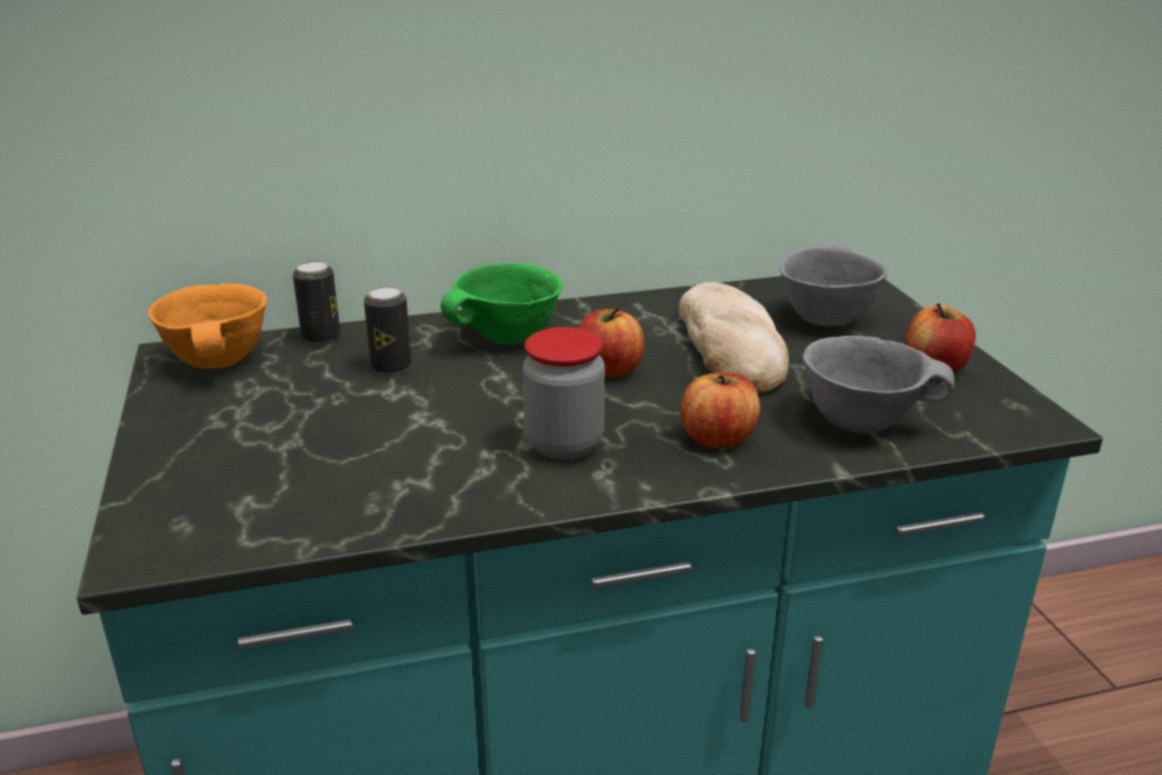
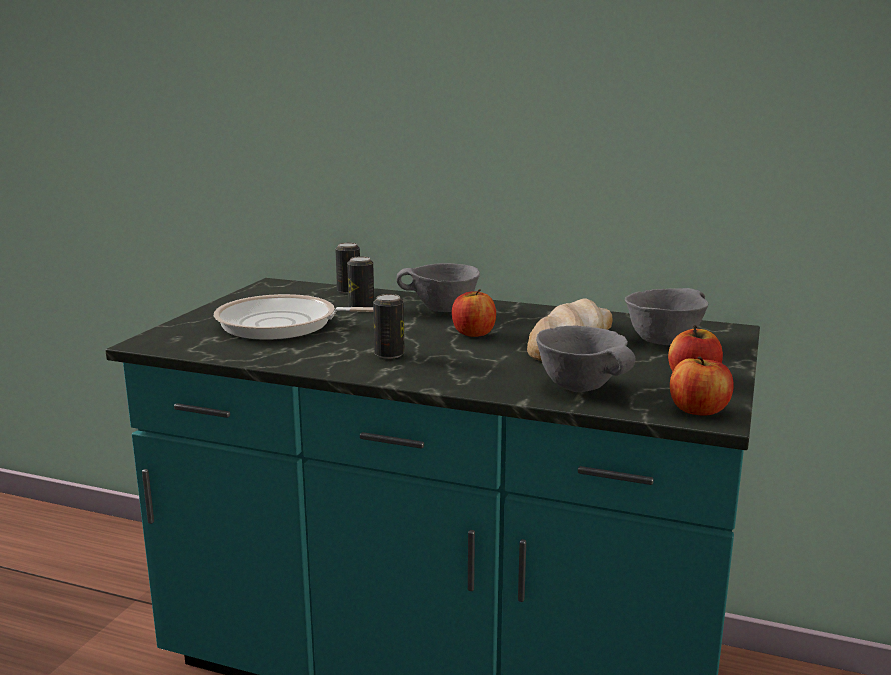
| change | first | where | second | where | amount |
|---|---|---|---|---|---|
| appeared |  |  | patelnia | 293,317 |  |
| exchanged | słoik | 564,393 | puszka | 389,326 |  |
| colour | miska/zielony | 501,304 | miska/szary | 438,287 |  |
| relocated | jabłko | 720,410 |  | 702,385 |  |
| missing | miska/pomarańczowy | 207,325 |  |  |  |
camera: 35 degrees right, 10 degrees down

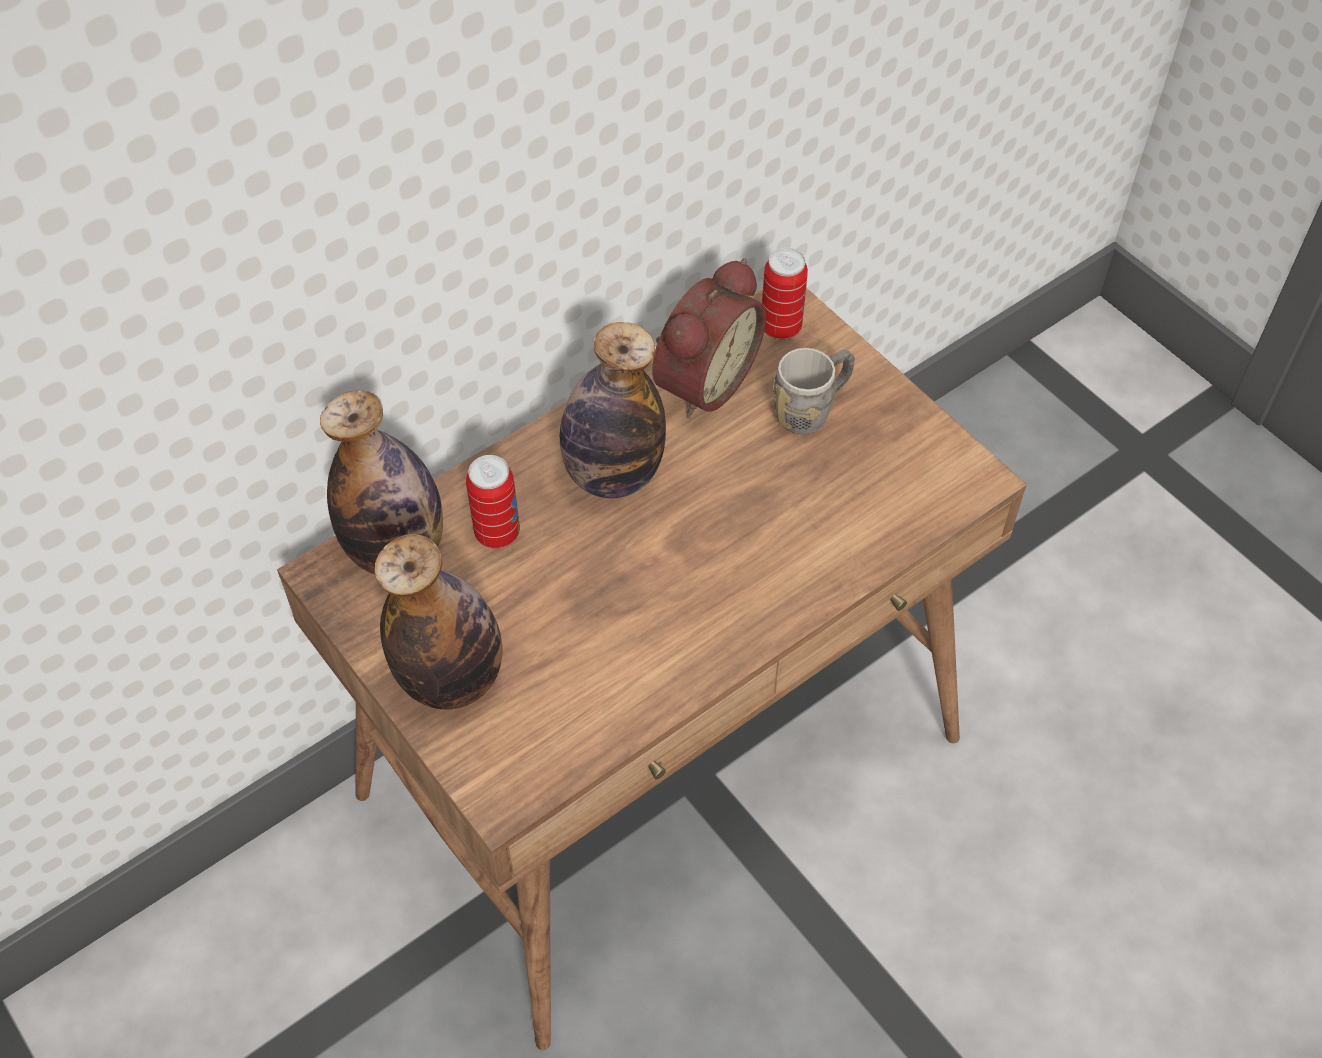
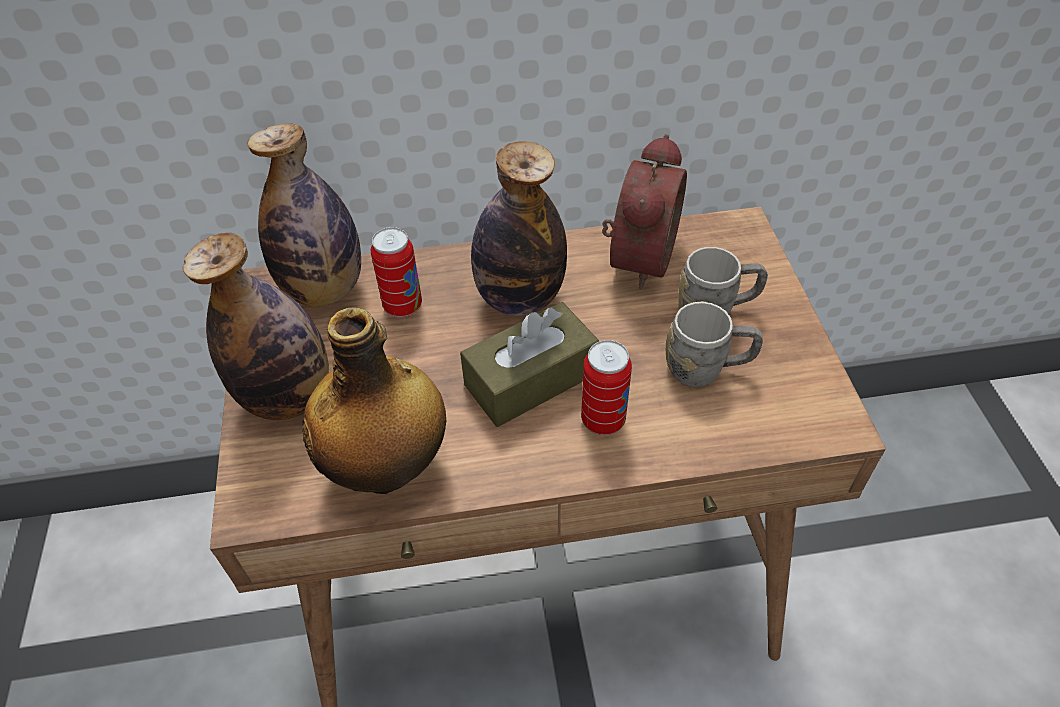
| change | first | where | second | where | amount |
|---|---|---|---|---|---|
| appeared |  |  | butelka | 374,401 |  |
| appeared |  |  | pudełko chusteczek/brązowy | 529,364 |  |
| relocated | puszka | 785,294 |  | 606,387 |  |
| spun | budzik | 709,338 |  | 644,211 | 45 degrees counterclockwise |
| appeared |  |  | kubek/szary | 714,344 |  |
camera: 30 degrees right, 5 degrees down

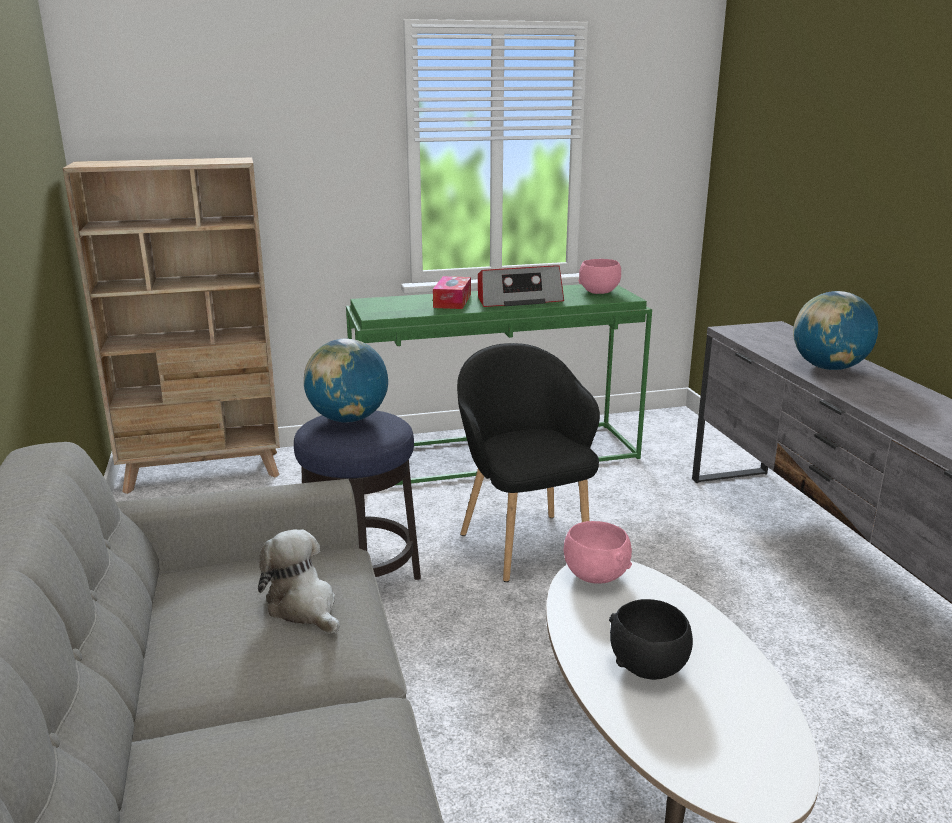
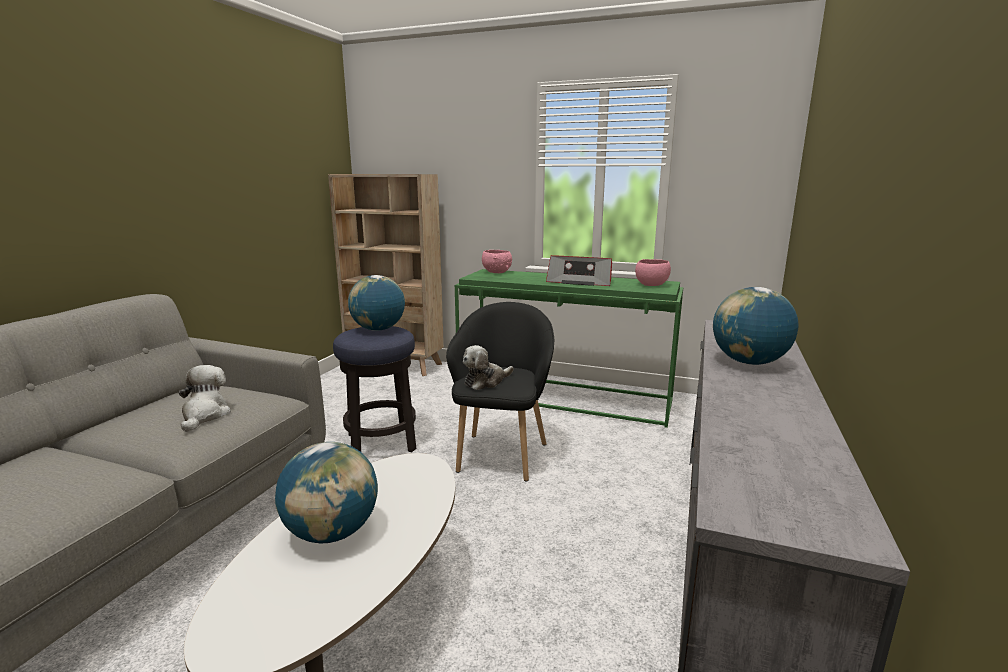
| change | first | where | second | where | amount |
|---|---|---|---|---|---|
| exchanged | miska/czarny | 651,639 | globus | 326,493 |  |
| appeared |  |  | pluszak | 488,367 |  |
| relocated | miska/różowy | 598,552 |  | 497,261 |  |
| missing | pudełko chusteczek | 452,292 |  |  |  |
camera: 35 degrees right, 5 degrees down

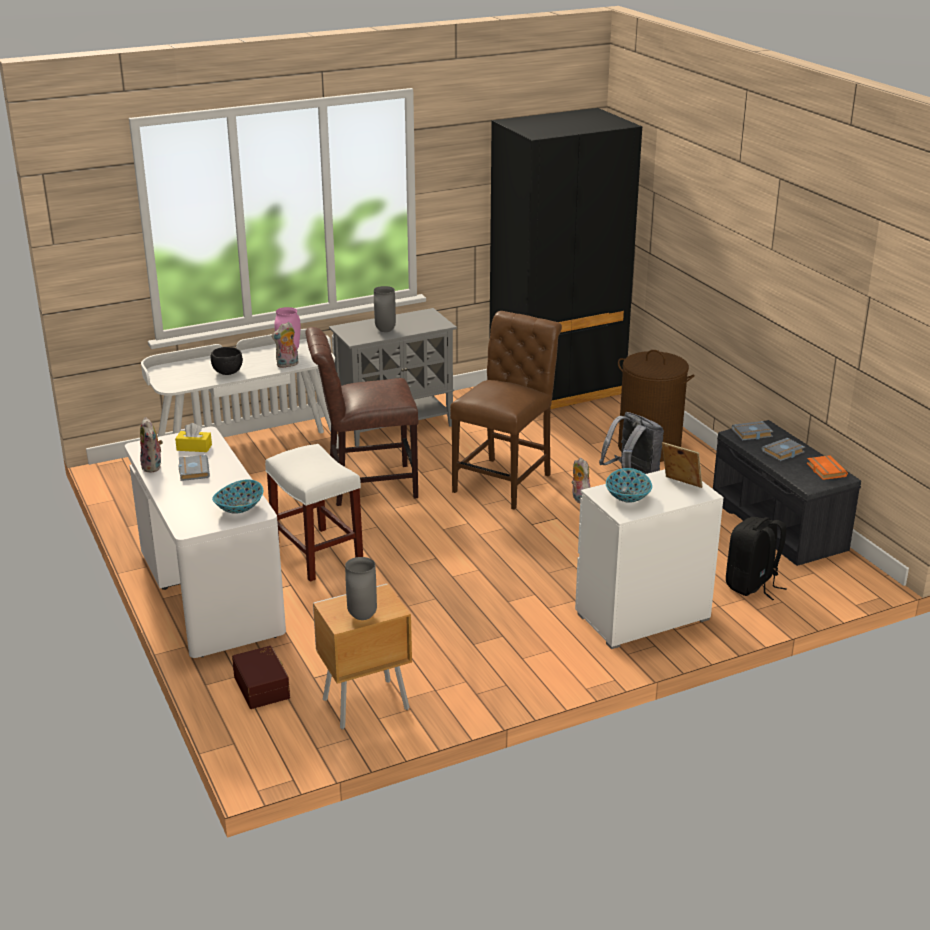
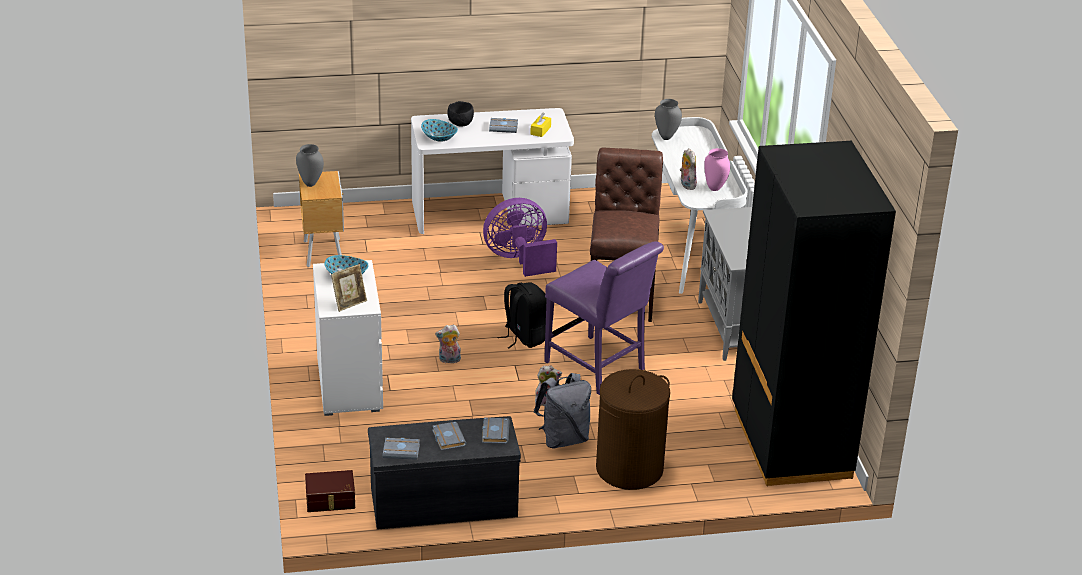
| change | first | where | second | where | amount |
|---|---|---|---|---|---|
| relocated | pojemnik do przechowywania/brązowy | 261,677 |  | 330,491 |  |
| colour | książka/pomarańczowy | 827,467 | książka/szary | 401,449 |  |
| relocated | pluszak | 151,445 |  | 448,344 |  |
| relocated | miska/czarny | 227,361 |  | 460,114 |  |
| exchanged | stołek/biały | 314,513 | wentylator/fioletowy | 520,237 |  |
| relocated | plecak/czarny | 756,558 |  | 522,315 |  |
| colour | krzesło/brązowy | 506,410 | krzesło/fioletowy | 604,318 |  |
| relocated | wazon/szary | 385,309 |  | 668,119 |  |
camera: 105 degrees right, 5 degrees up

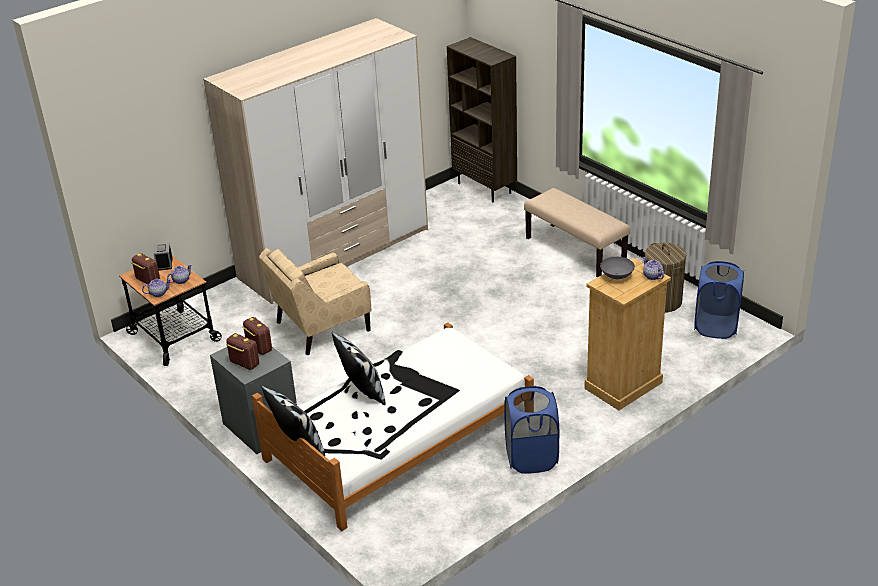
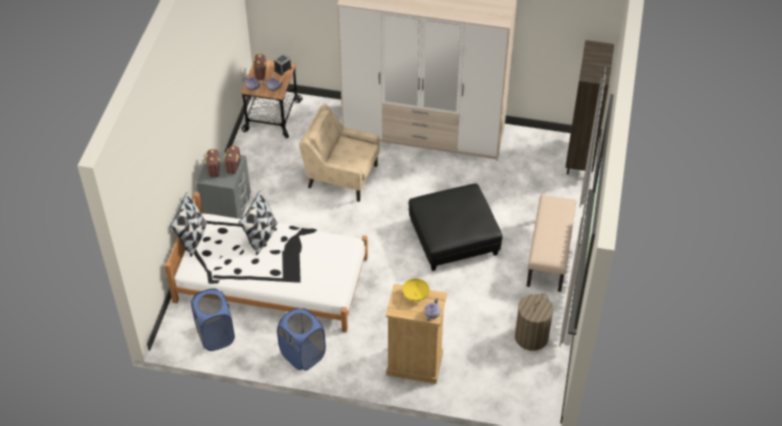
| change | first | where | second | where | amount |
|---|---|---|---|---|---|
| relocated | kosz na pranie/niebieski | 719,300 |  | 213,320 |  |
| colour | miska/szary | 617,268 | miska/żółty | 415,290 |  |
| appeared |  |  | pufa/czarny | 455,227 |  |
camera: 50 degrees right, 15 degrees up

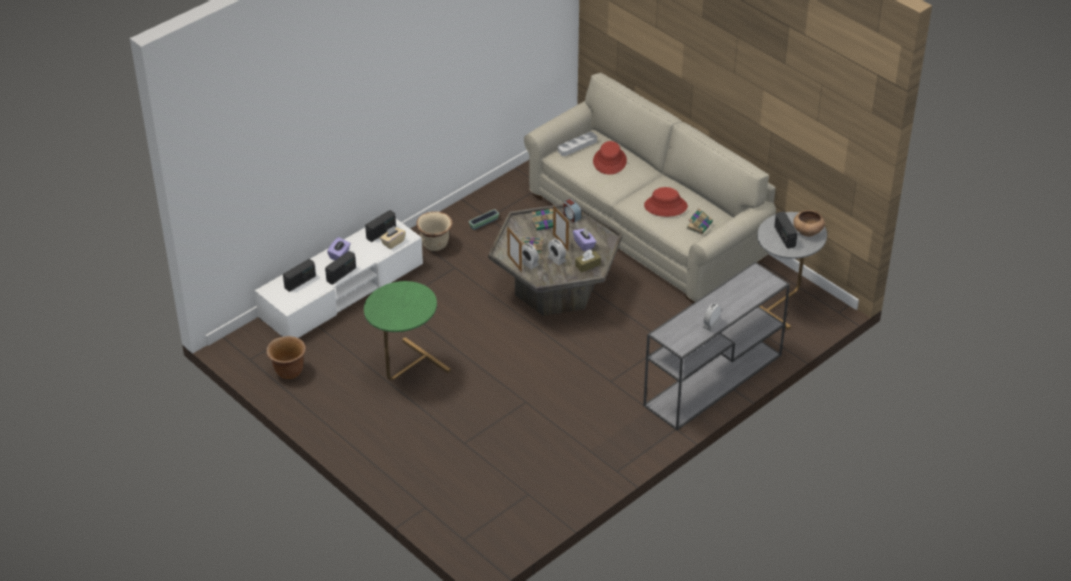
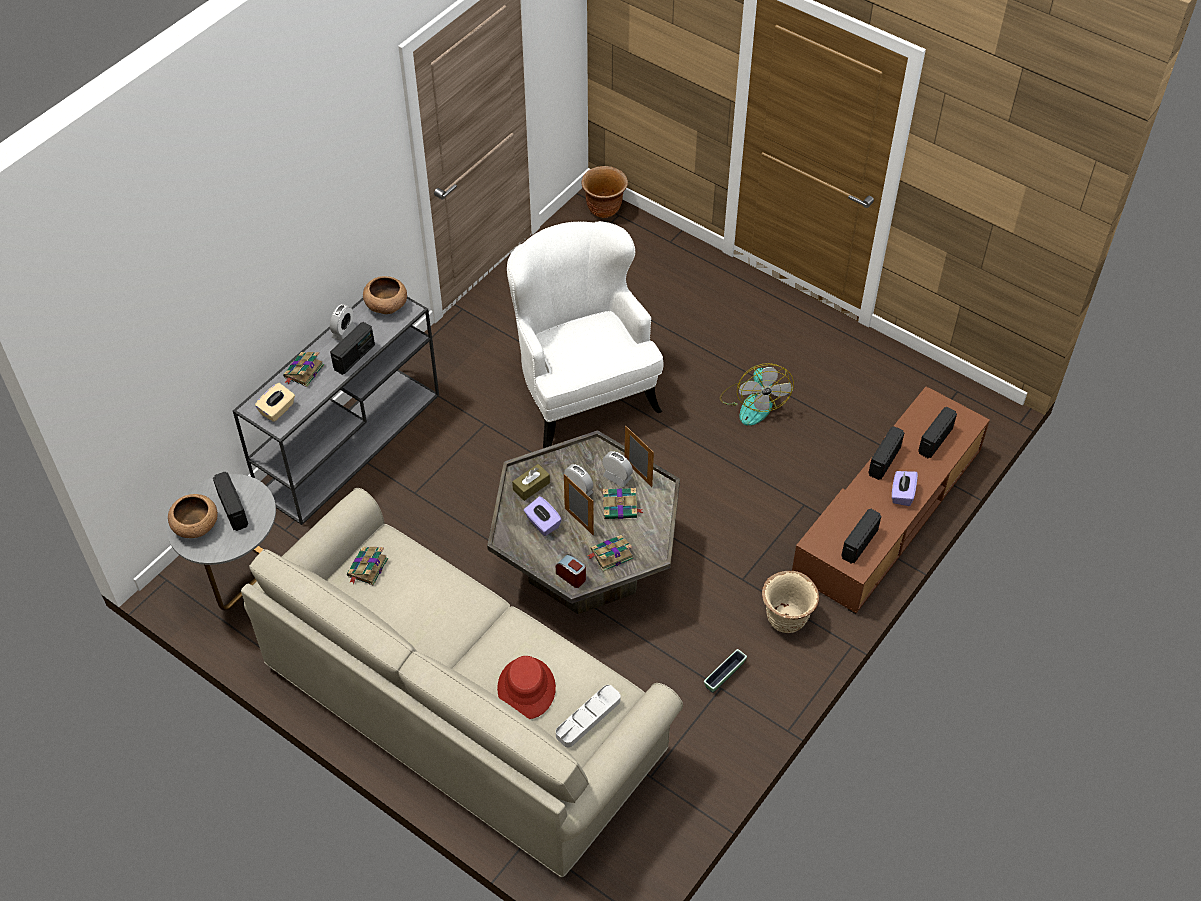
| change | first | where | second | where | amount |
|---|---|---|---|---|---|
| relocated | pudełko chusteczek/beżowy | 393,237 |  | 275,402 |  |
| appeared |  |  | książka | 303,369 |  |
| appeared |  |  | radio | 352,348 |  |
| appeared |  |  | miska/brązowy | 385,295 |  |
| appeared |  |  | fotel/biały | 585,334 |  |
| relocated | donica/brązowy | 286,357 |  | 605,192 |  |
| exchanged | stolik/zielony | 407,330 | wentylator | 757,394 |  |
| colour | szafka pod telewizor/biały | 339,278 | szafka pod telewizor/brązowy | 891,500 |  |
| missing | kapelusz/czerwony | 666,202 |  |  |  |
camera: 170 degrees right, 10 degrees up

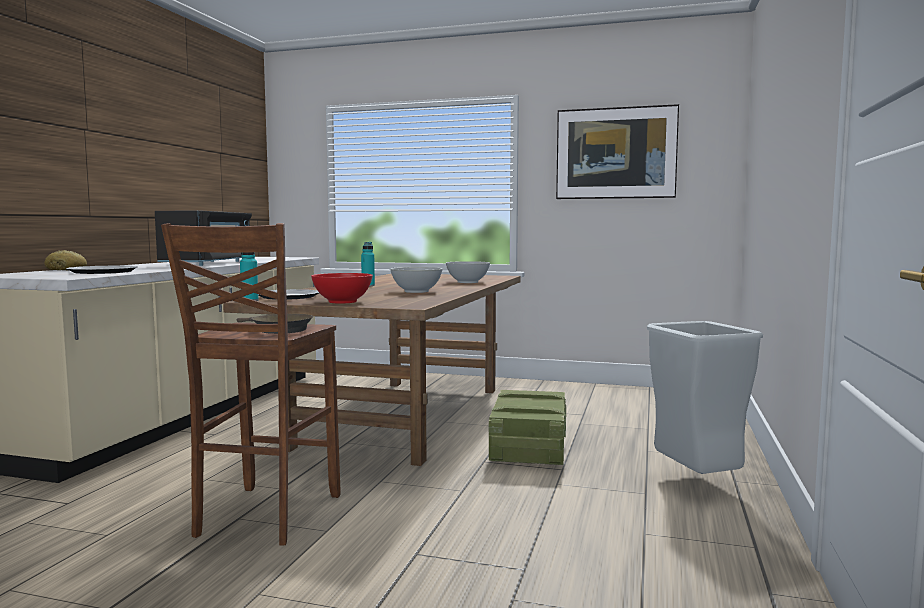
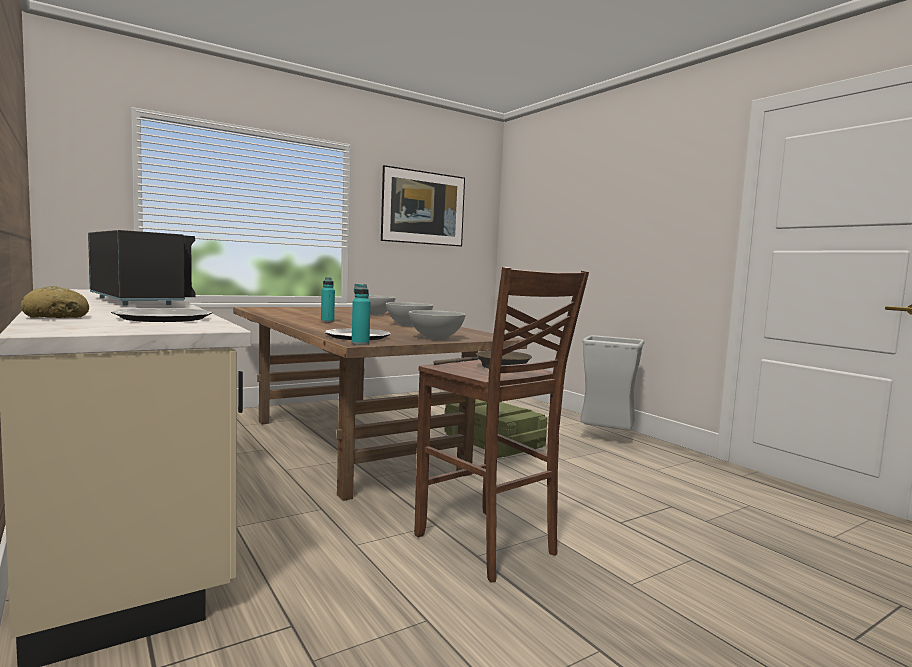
| change | first | where | second | where | amount |
|---|---|---|---|---|---|
| colour | miska/czerwony | 342,288 | miska/biały | 437,325 |  |
camera: 50 degrees left, 0 degrees up

